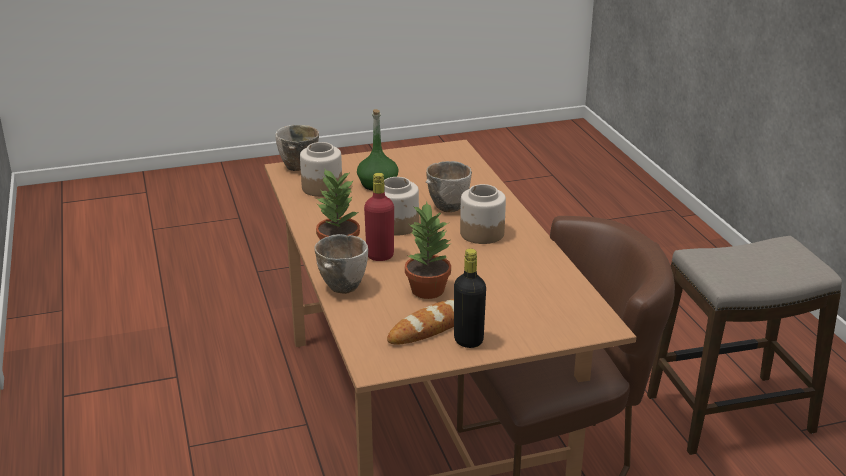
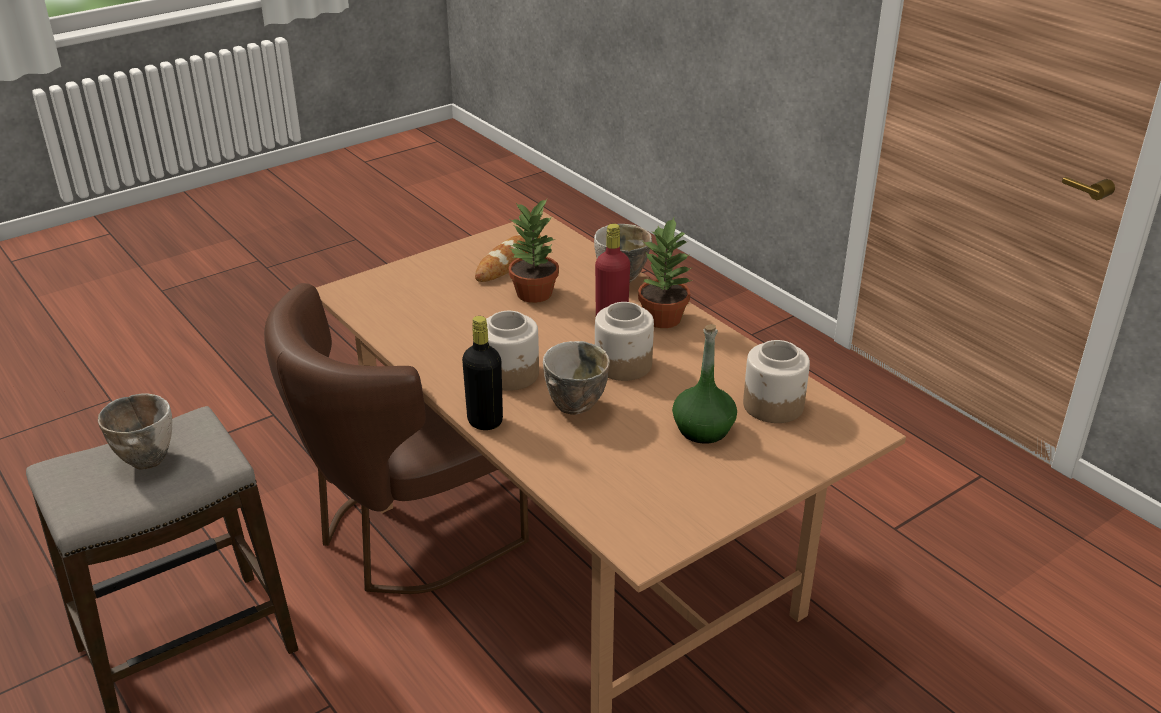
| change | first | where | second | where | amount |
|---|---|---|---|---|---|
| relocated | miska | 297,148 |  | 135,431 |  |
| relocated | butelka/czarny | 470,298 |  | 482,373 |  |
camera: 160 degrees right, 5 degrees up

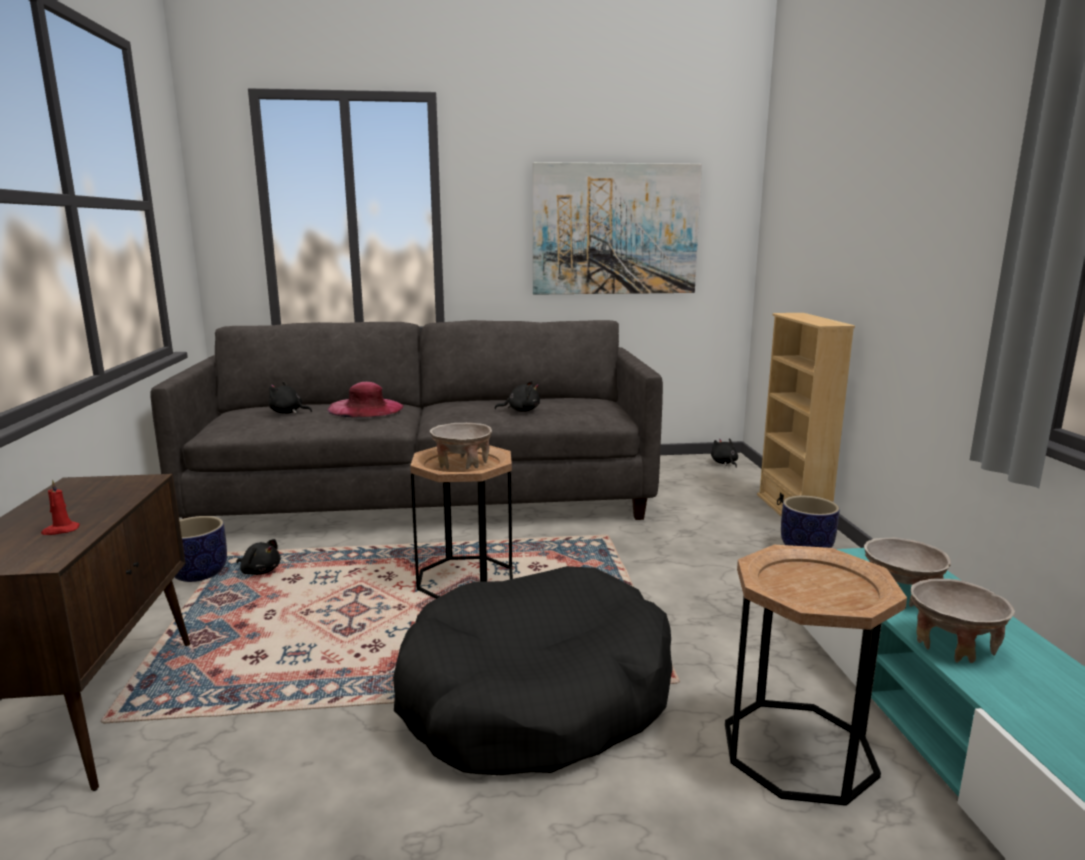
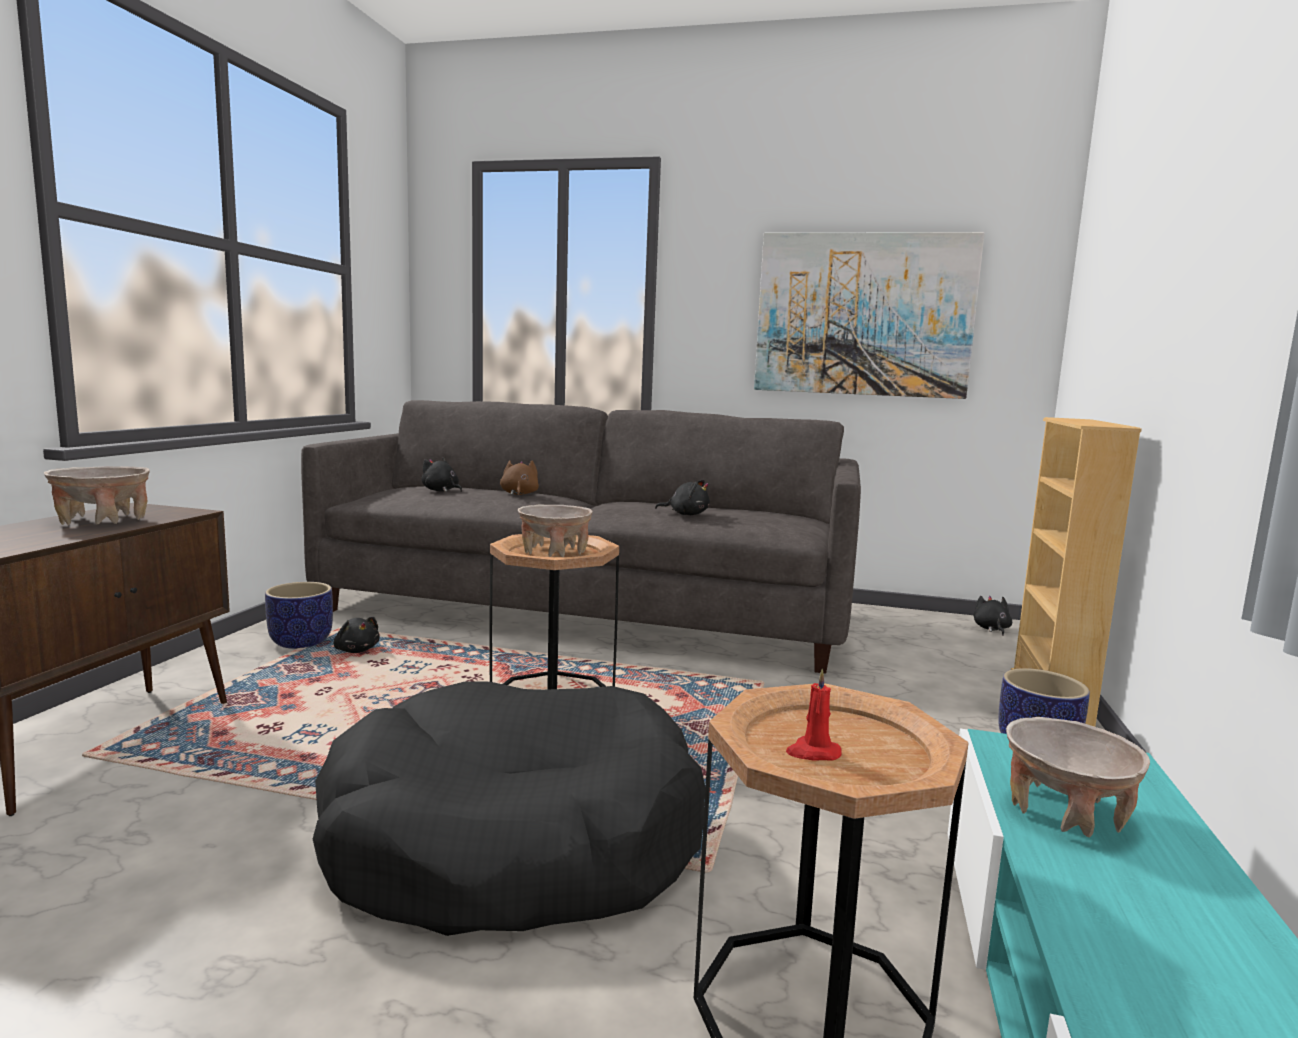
| change | first | where | second | where | amount |
|---|---|---|---|---|---|
| relocated | miska/beżowy | 963,621 |  | 97,495 |  |
| exchanged | kapelusz/różowy | 365,400 | pluszak/brązowy | 519,478 |  |
| relocated | świeca/czerwony | 60,507 |  | 814,715 |  |
camera: 20 degrees right, 5 degrees down

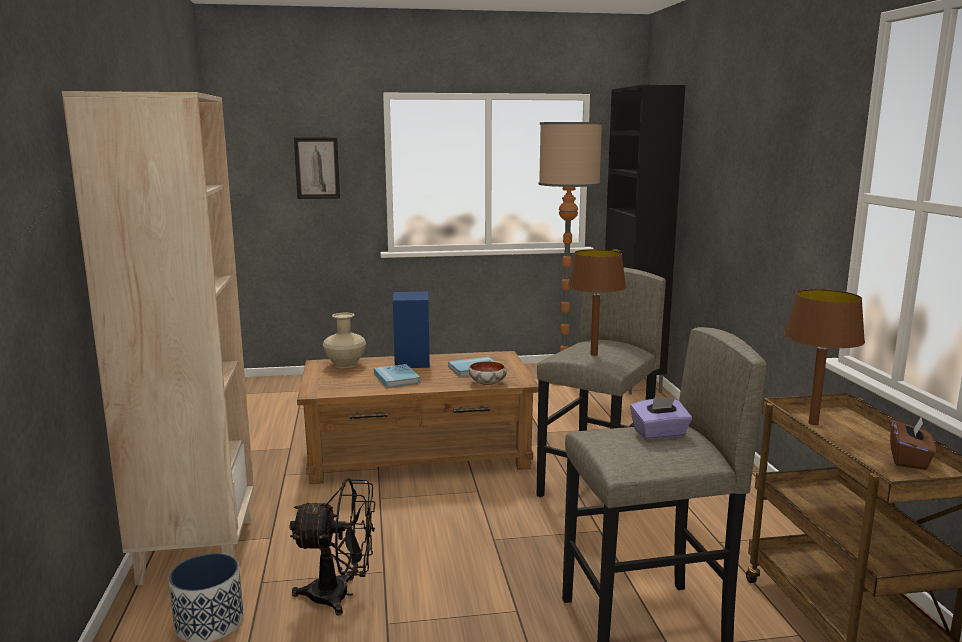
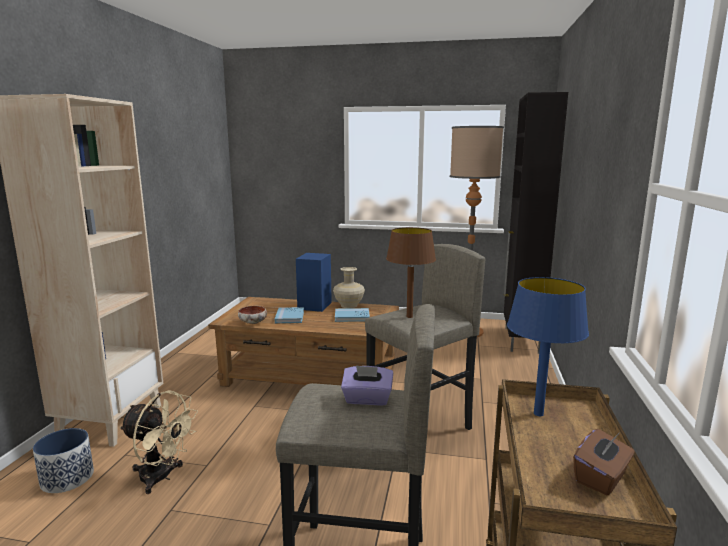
| change | first | where | second | where | amount |
|---|---|---|---|---|---|
| colour | wentylator/czarny | 332,547 | wentylator/beżowy | 158,442 |  |
| relocated | miska | 488,373 |  | 252,315 |  |
| relocated | wazon/beżowy | 344,341 |  | 349,288 |  |
| colour | lampa stołowa/brązowy | 824,357 | lampa stołowa/niebieski | 548,346 |  |
| missing | obraz | 317,168 |  |  |  |
camera: 20 degrees right, 0 degrees up

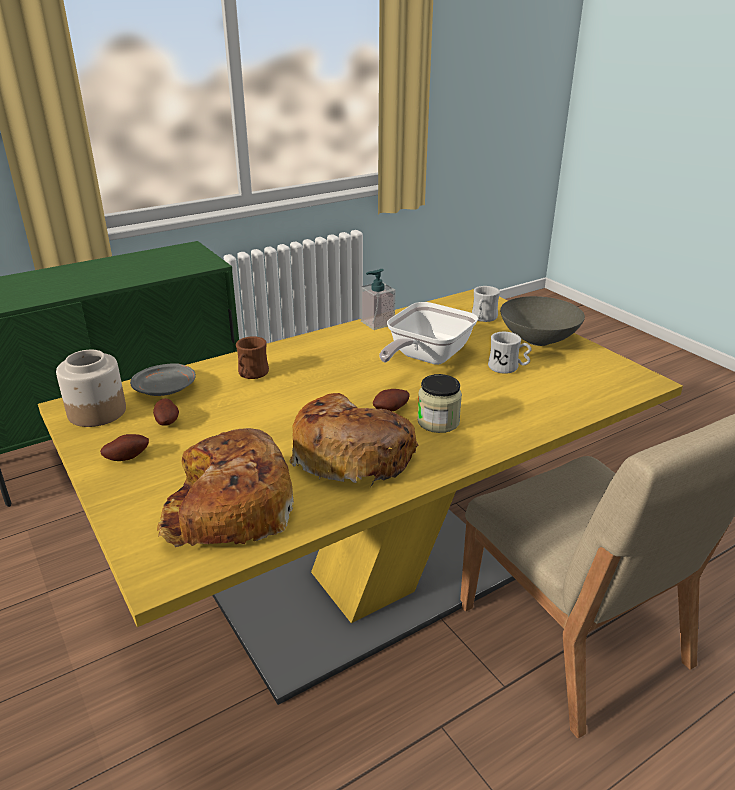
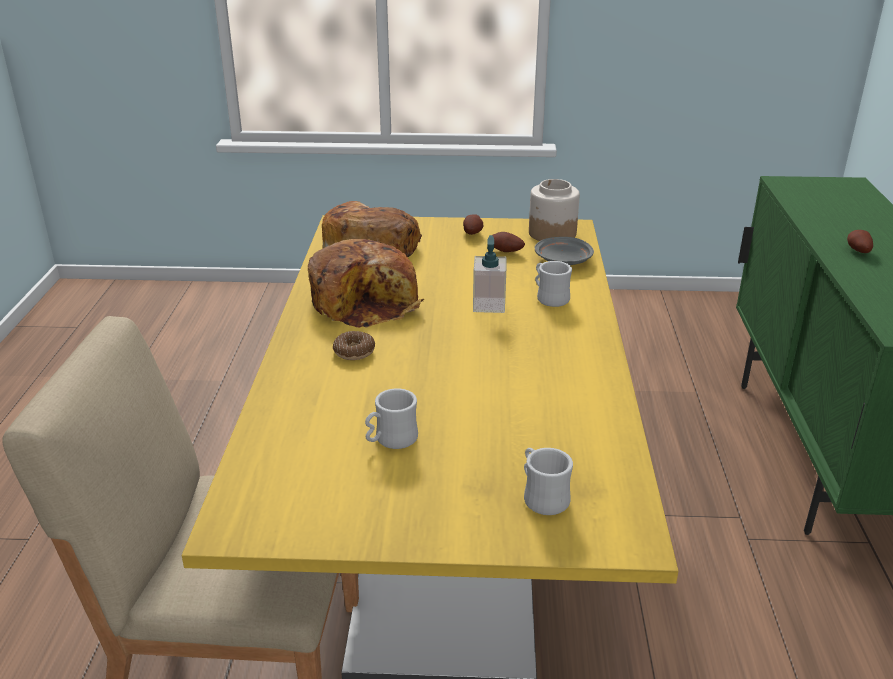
| change | first | where | second | where | amount |
|---|---|---|---|---|---|
| exchanged | słoik | 439,403 | donut | 354,345 |  |
| relocated | dozownik mydła | 378,299 |  | 489,274 |  |
| colour | kubek/brązowy | 252,357 | kubek/biały | 553,284 |  |
| relocated | ziemniak | 391,400 |  | 860,241 |  |
| missing | patelnia | 428,333 |  |  |  |
| missing | miska/szary | 542,321 |  |  |  |
camera: 125 degrees right, 0 degrees up

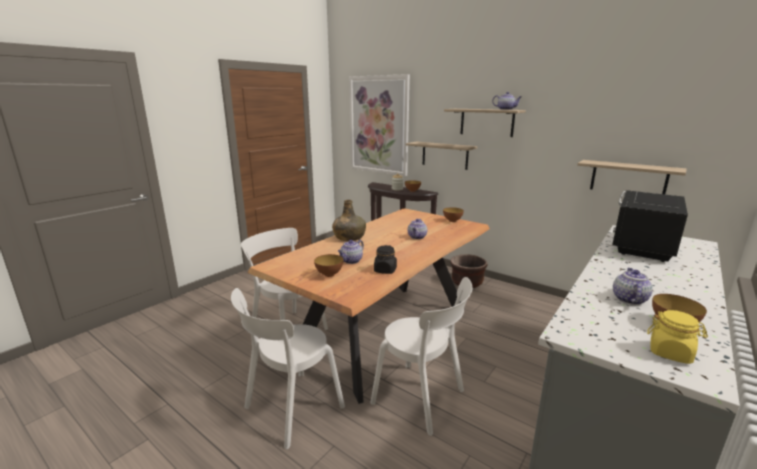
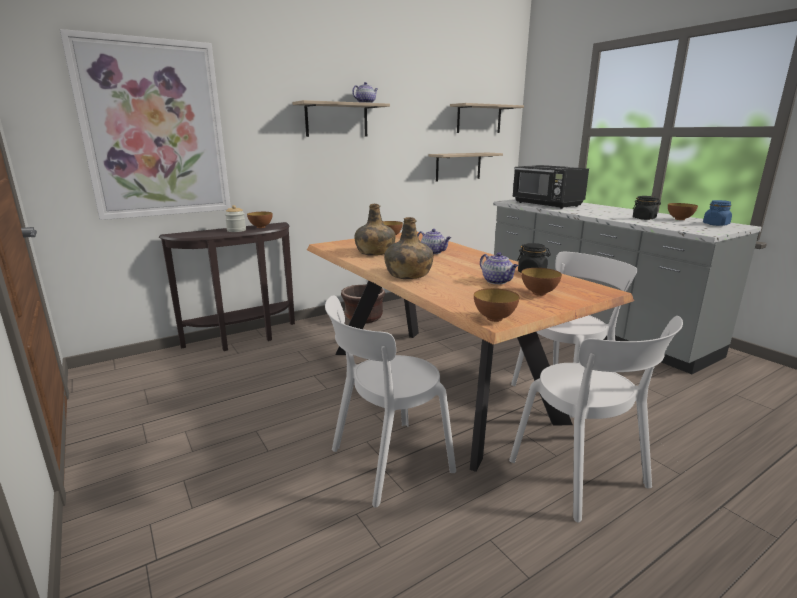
| change | first | where | second | where | amount |
|---|---|---|---|---|---|
| appeared |  |  | butelka/zielony | 375,230 |  |
| relocated | półka | 442,156 |  | 487,118 |  |
| appeared |  |  | miska | 497,305 |  |
| exchanged | imbryk | 633,286 | słoik/czarny | 647,208 |  |
| colour | słoik/żółty | 677,337 | słoik/niebieski | 717,213 |  |
camera: 70 degrees left, 0 degrees up

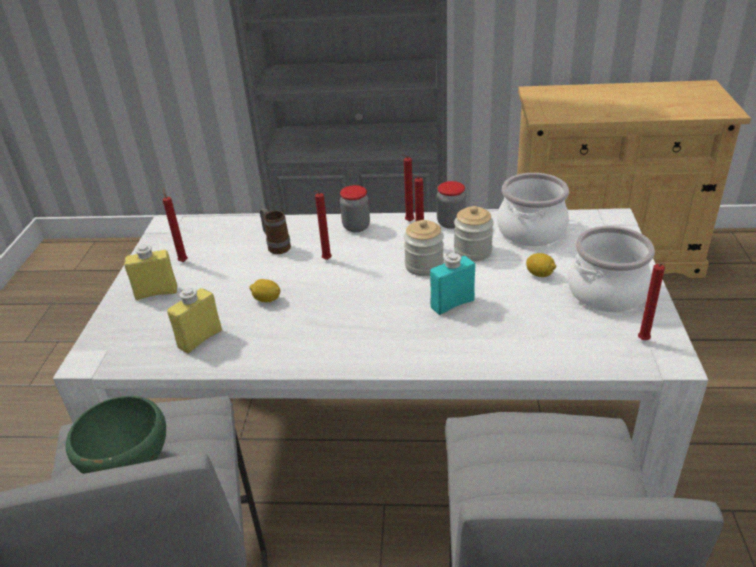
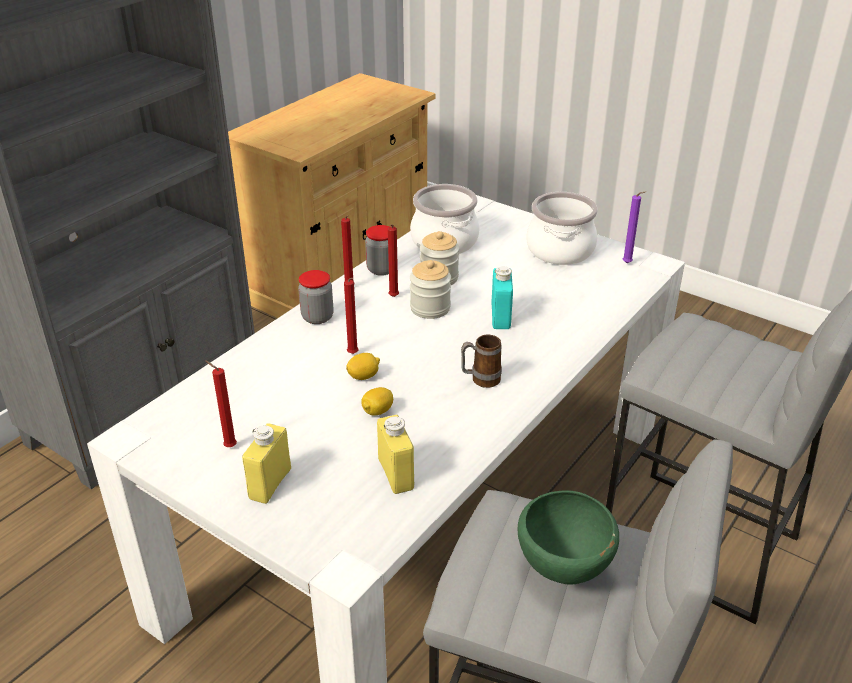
| change | first | where | second | where | amount |
|---|---|---|---|---|---|
| relocated | cytryna | 541,265 |  | 363,366 |  |
| relocated | kubek | 275,231 |  | 481,361 |  |
| colour | świeca/czerwony | 651,301 | świeca/fioletowy | 634,227 |  |
camera: 60 degrees left, 0 degrees up

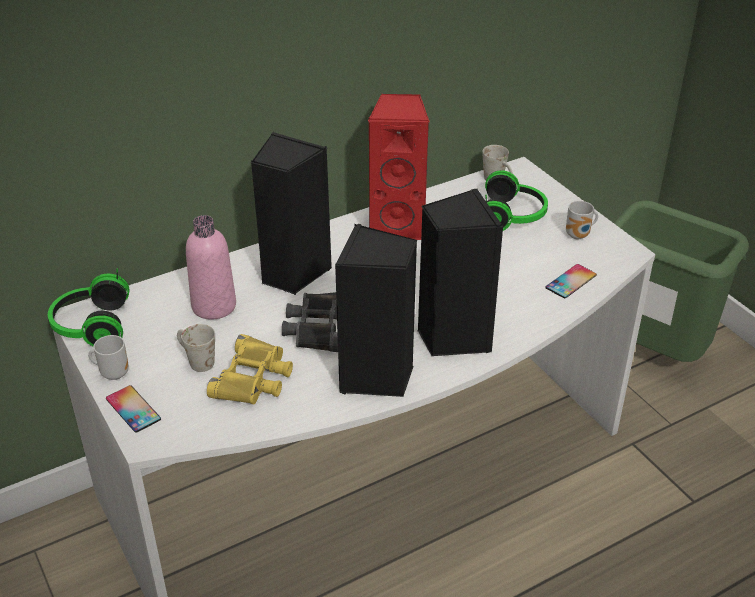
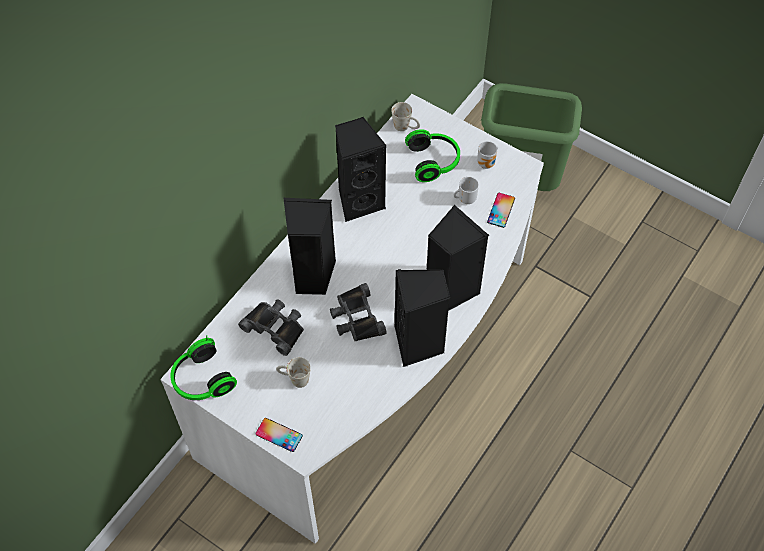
| change | first | where | second | where | amount |
|---|---|---|---|---|---|
| exchanged | butelka/różowy | 211,267 | lornetka/czarny | 271,327 |  |
| colour | głośnik/czerwony | 399,167 | głośnik/czarny | 361,169 |  |
| relocated | kubek | 108,357 |  | 466,190 |  |
| missing | lornetka/żółty | 250,369 |  |  |  |
camera: 25 degrees left, 20 degrees up

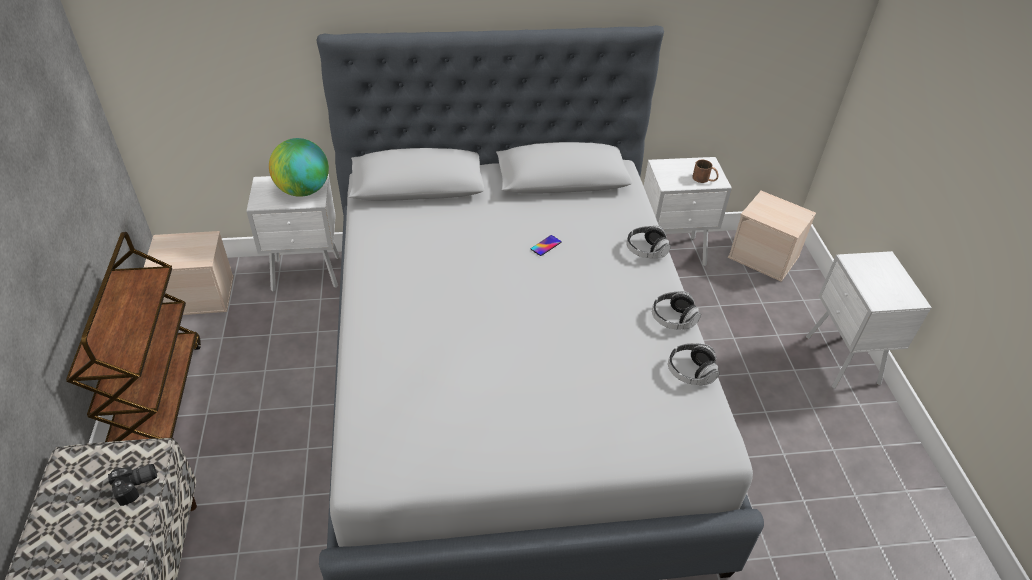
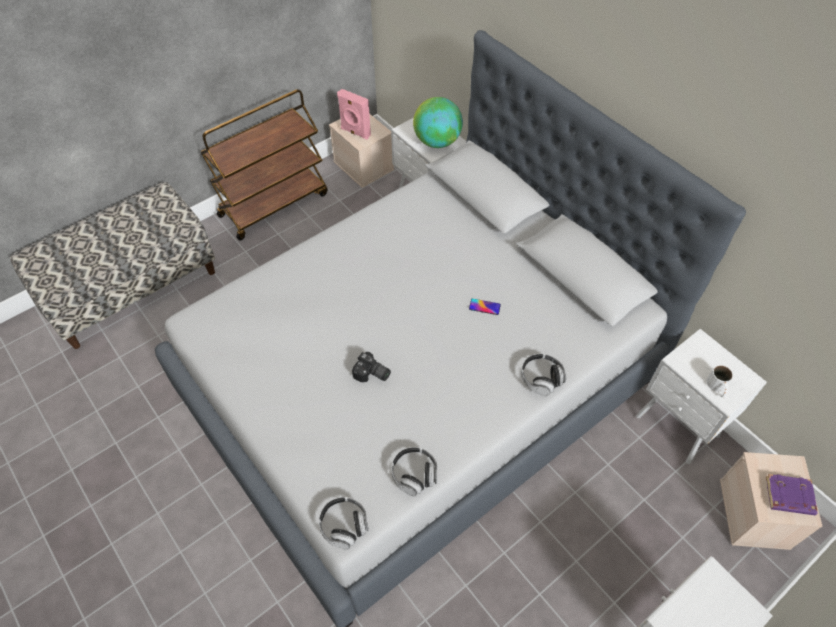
| change | first | where | second | where | amount |
|---|---|---|---|---|---|
| relocated | słuchawki | 676,310 |  | 344,523 |  |
| appeared |  |  | głośnik/różowy | 354,114 |  |
| relocated | aparat fotograficzny | 132,485 |  | 371,367 |  |
| colour | kubek/brązowy | 705,171 | kubek/biały | 720,381 |  |
| appeared |  |  | książka/fioletowy | 791,494 |  |
camera: 60 degrees right, 10 degrees up

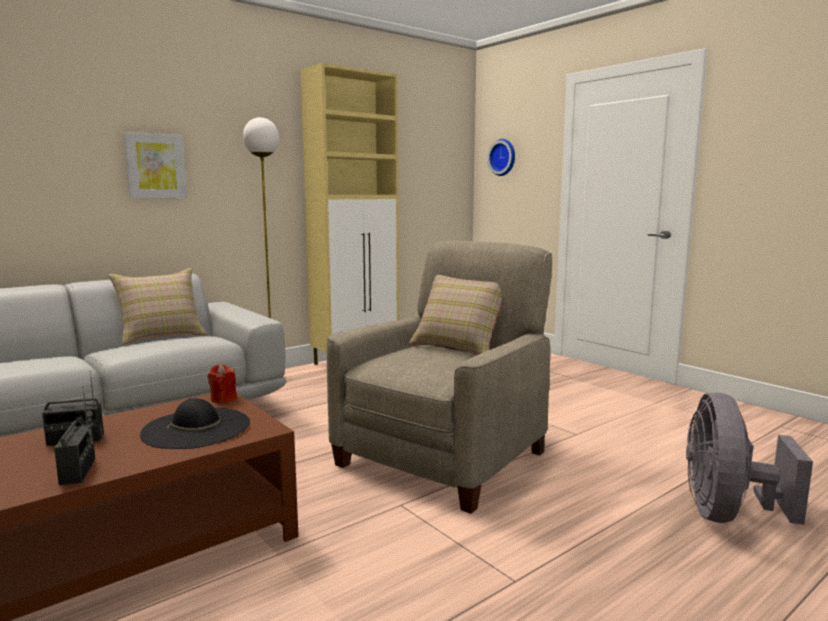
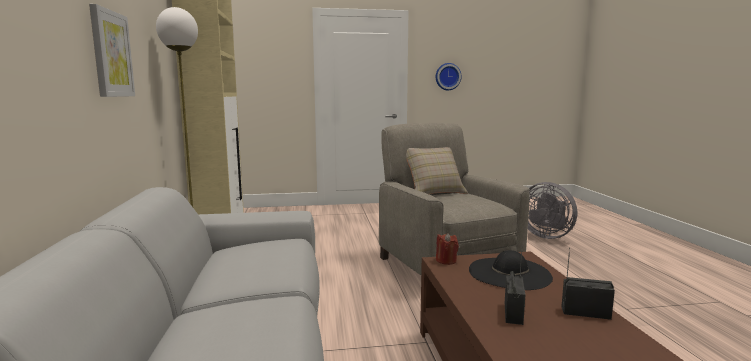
| change | first | where | second | where | amount |
|---|---|---|---|---|---|
| relocated | zegar ścienny | 501,157 |  | 449,76 |  |
| missing | poduszka/beżowy | 158,306 |  |  |  |
camera: 60 degrees left, 0 degrees up

